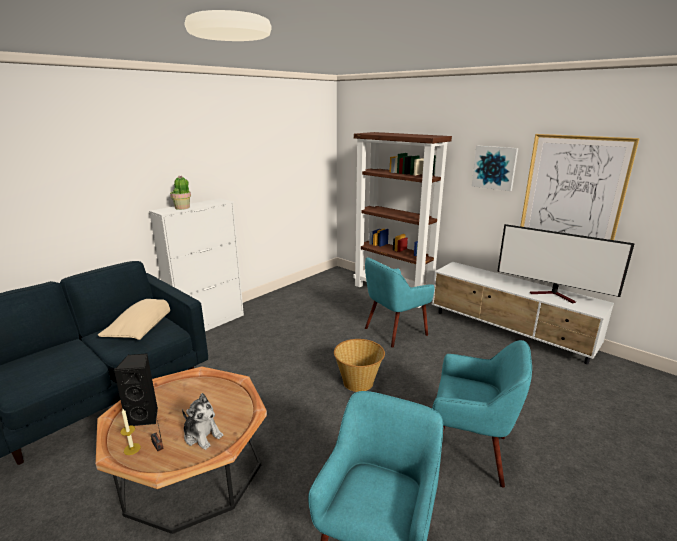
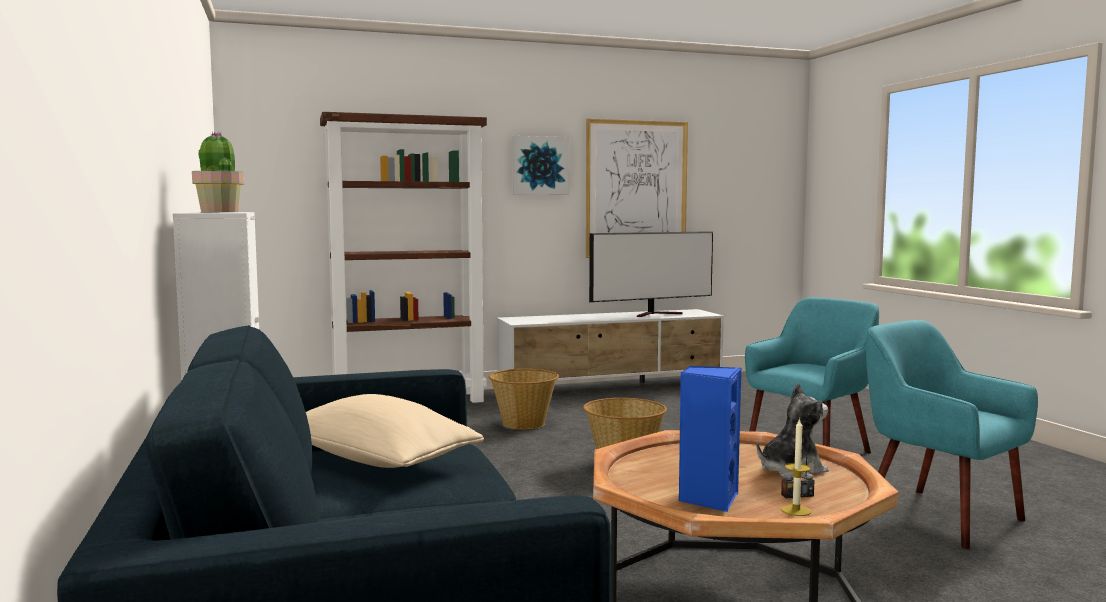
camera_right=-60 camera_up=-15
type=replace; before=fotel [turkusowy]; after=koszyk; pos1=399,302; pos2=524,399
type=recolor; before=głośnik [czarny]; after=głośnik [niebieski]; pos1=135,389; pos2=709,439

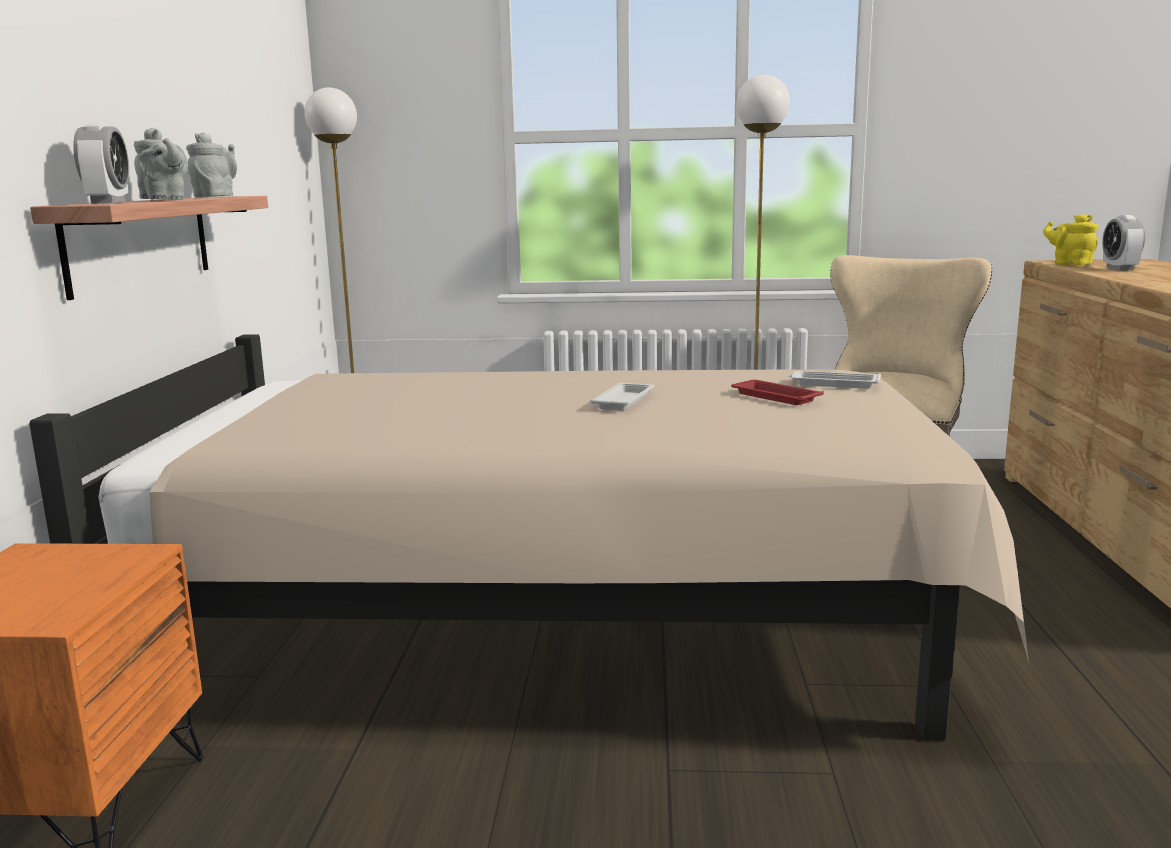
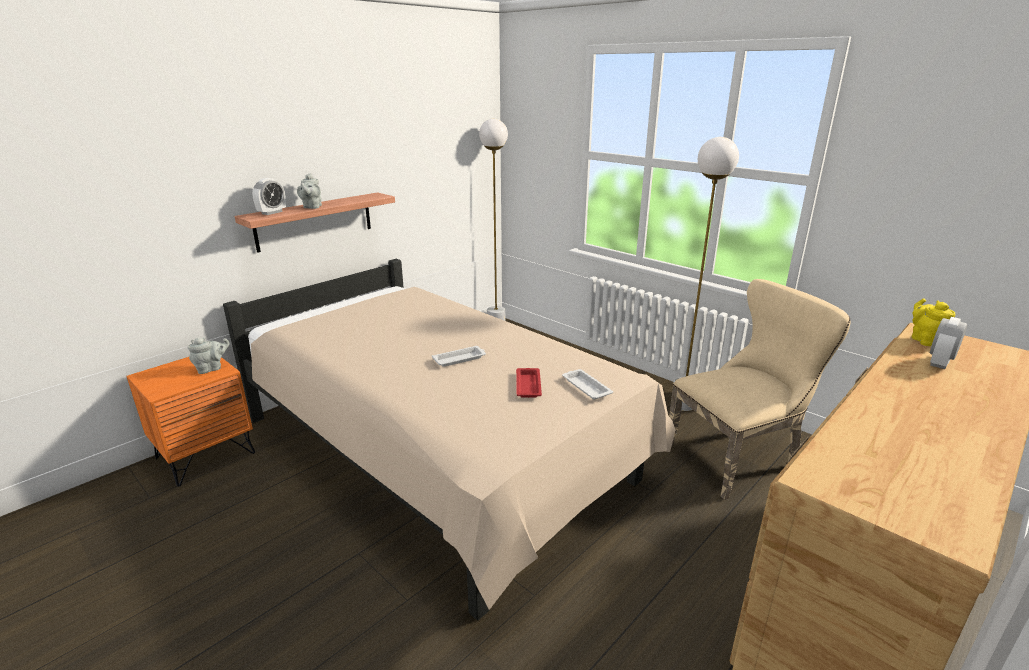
camera_right=40 camera_up=10
type=move; before=imbryk [szary]; pos1=211,164; pos2=209,355

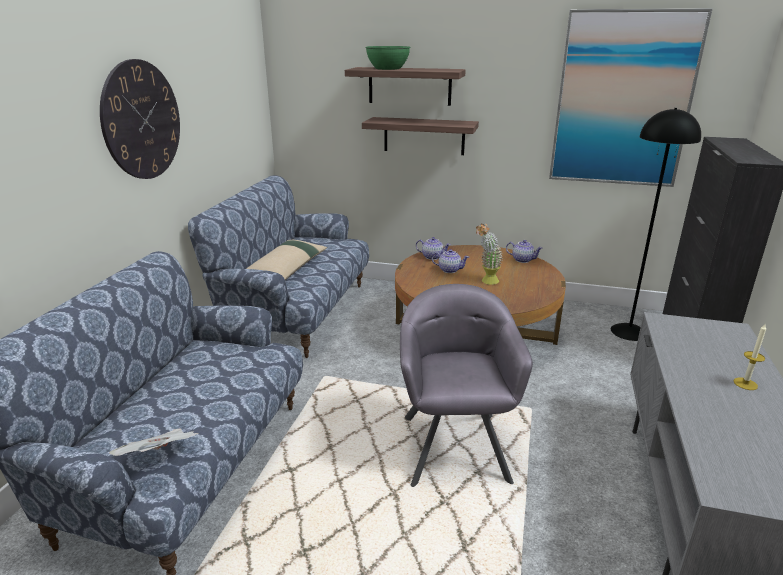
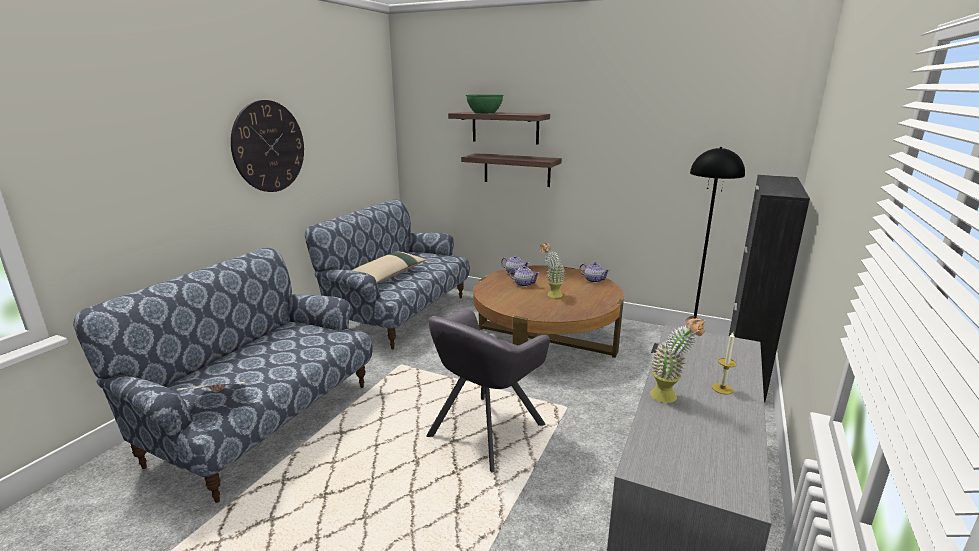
camera_right=10 camera_up=-5
type=rotate; before=fotel [szary]; pos1=466,385; pos2=488,390; turn=-150
type=insert; after=roślina doniczkowa; pos2=677,359
type=delete; before=obraz; pos1=630,98

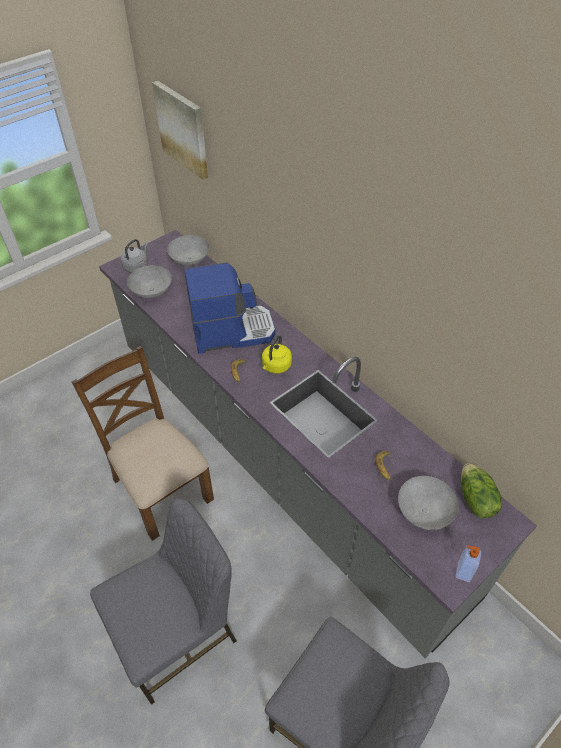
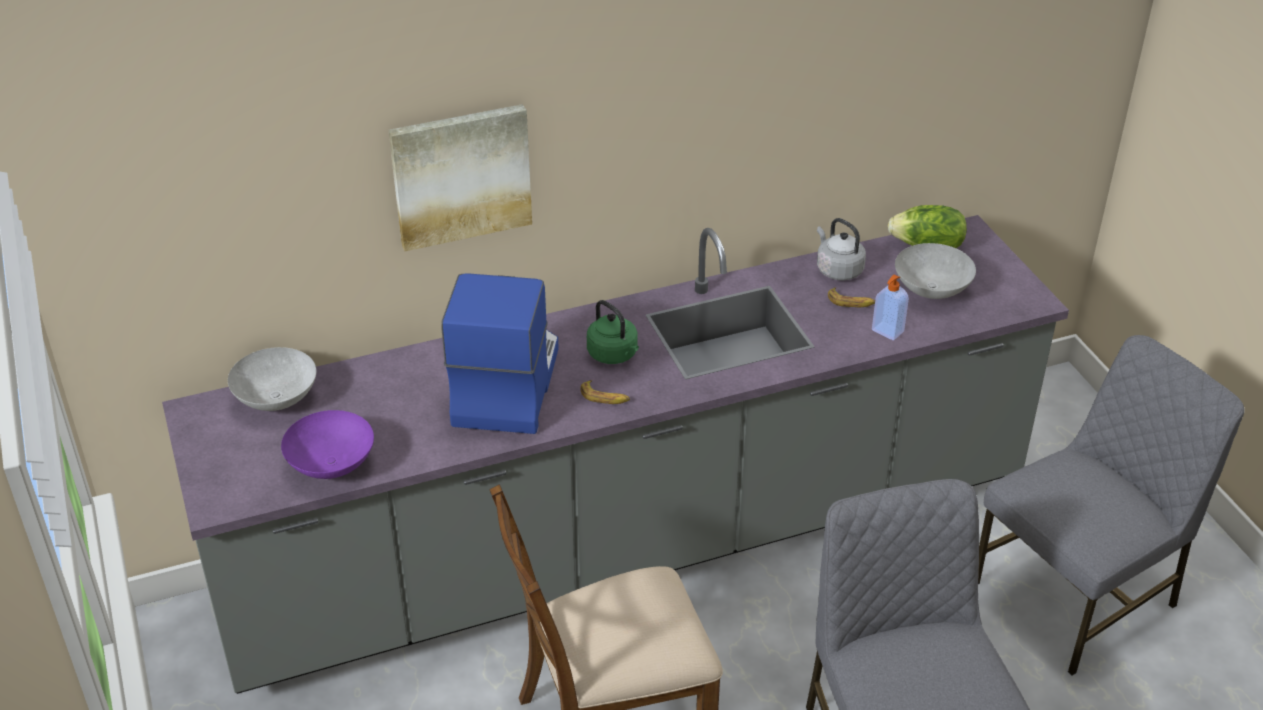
camera_right=-70 camera_up=-10
type=recolor; before=miska [szary]; after=miska [fioletowy]; pos1=149,281; pos2=327,444
type=move; before=obraz; pos1=180,130; pos2=460,177
type=recolor; before=czajnik [żółty]; after=czajnik [zielony]; pos1=277,354; pos2=613,332
type=move; before=czajnik [szary]; pos1=134,255; pos2=841,249
type=move; before=dozownik mydła; pos1=468,564; pos2=890,307

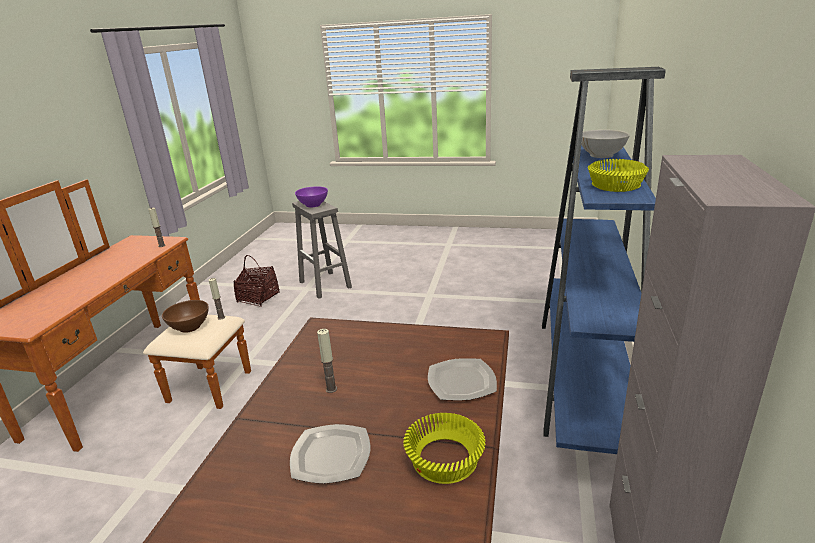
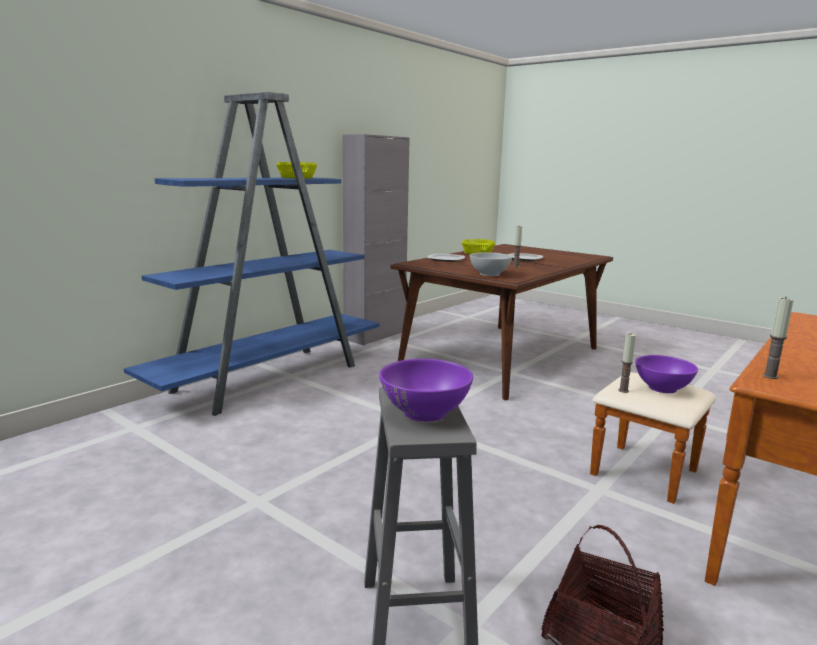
camera_right=-155 camera_up=-10
type=move; before=miska [biały]; pos1=605,143; pos2=491,264
type=recolor; before=miska [brązowy]; after=miska [fioletowy]; pos1=185,316; pos2=666,374

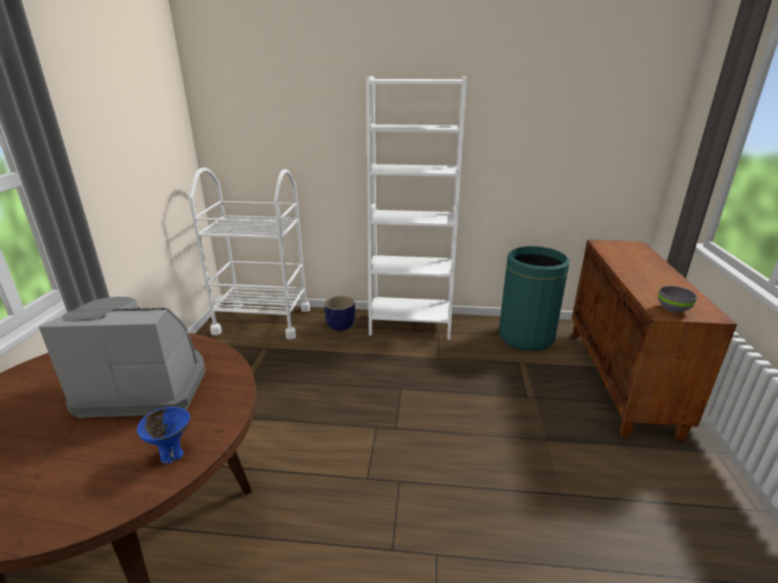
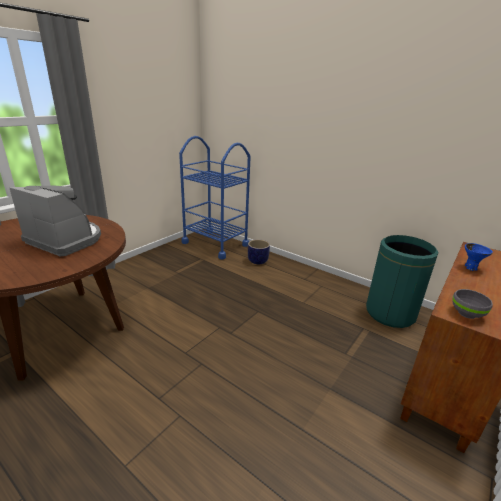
camera_right=30 camera_up=0
type=recolor; before=wózek [biały]; after=wózek [niebieski]; pos1=249,253; pos2=215,198
type=move; before=miska [niebieski]; pos1=163,435; pos2=479,257
type=delete; before=regał [biały]; pos1=416,208

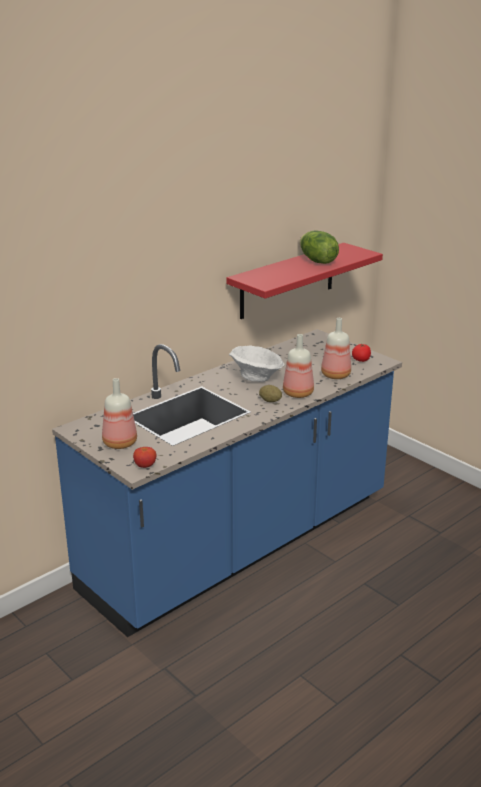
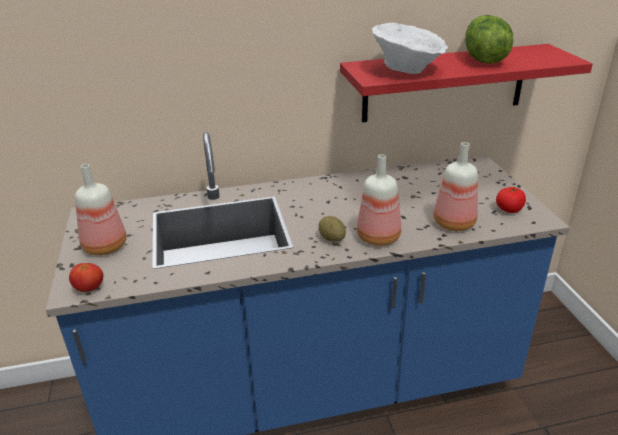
camera_right=30 camera_up=5
type=move; before=miska [biały]; pos1=257,364; pos2=410,48

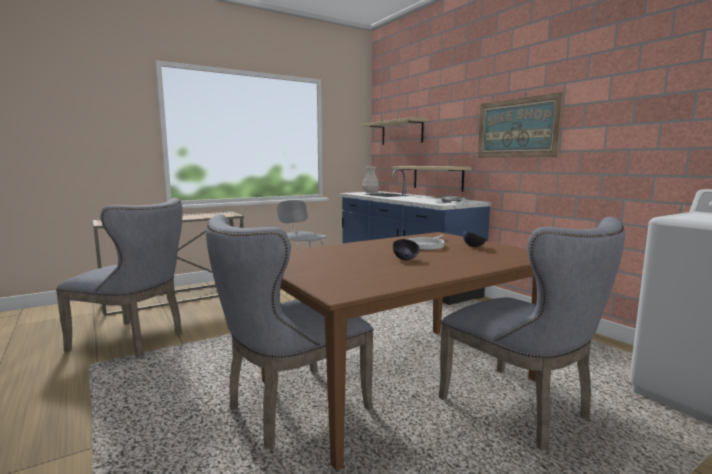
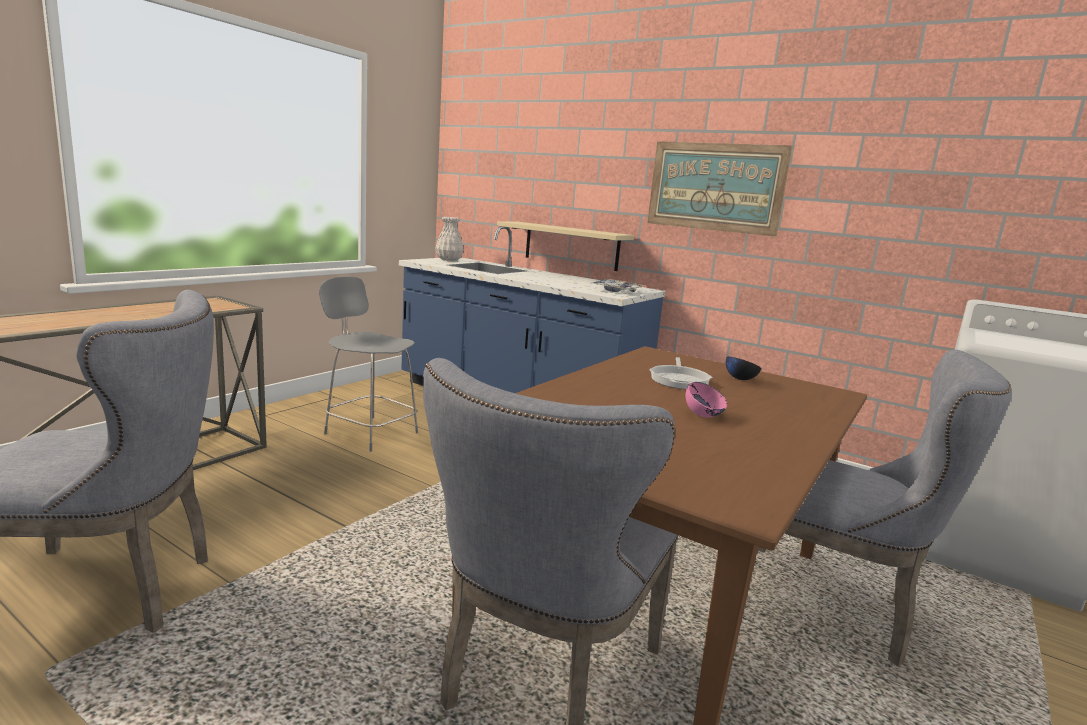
camera_right=-25 camera_up=5
type=recolor; before=miska [czarny]; after=miska [różowy]; pos1=406,249; pos2=706,399
type=delete; before=półka [beżowy]; pos1=395,131

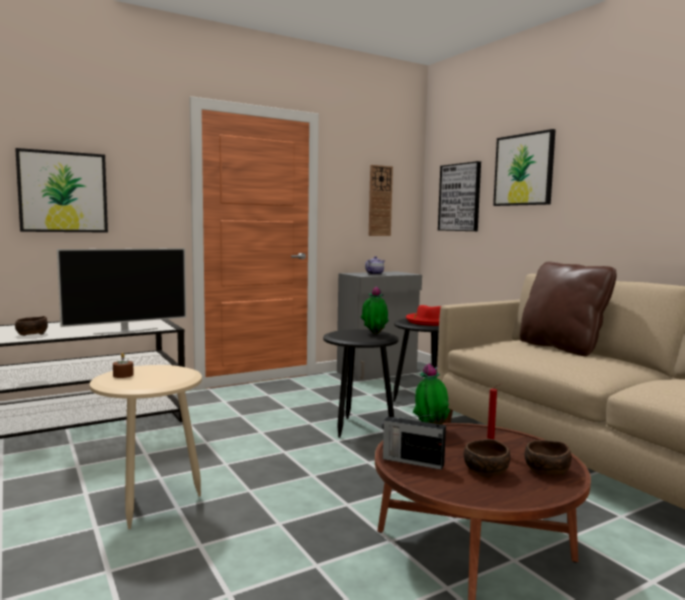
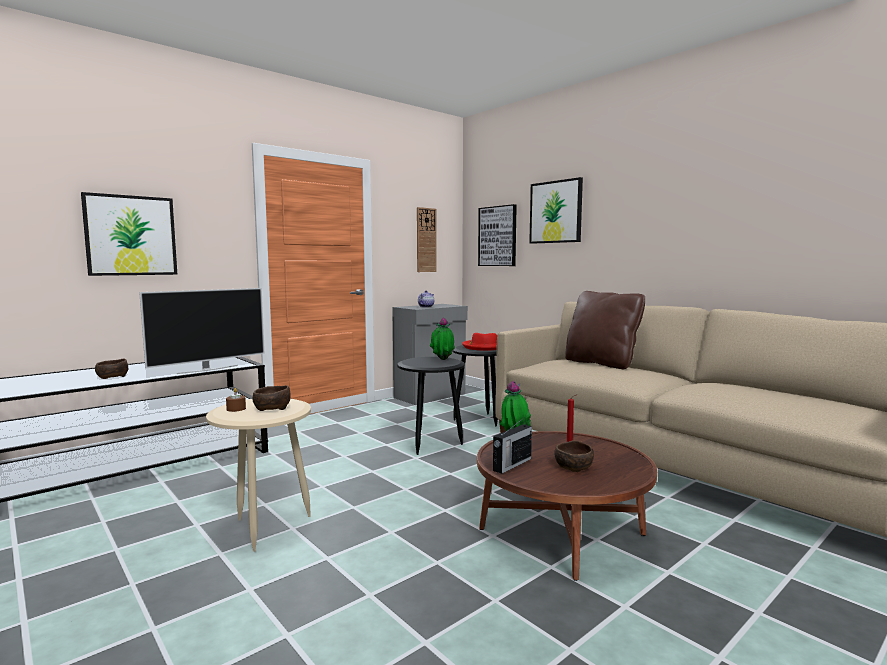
camera_right=-10 camera_up=0
type=move; before=miska [brązowy]; pos1=548,457; pos2=271,398
type=rotate; before=radio; pos1=414,442; pos2=512,447; turn=-60

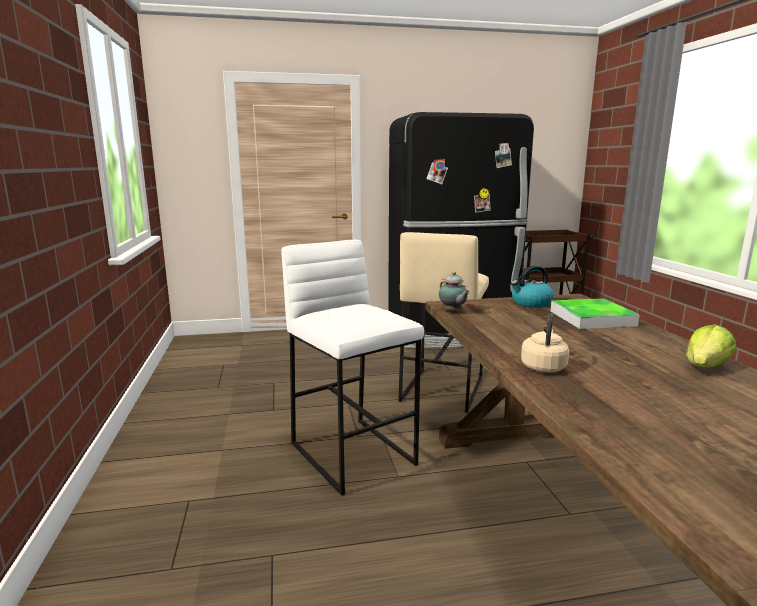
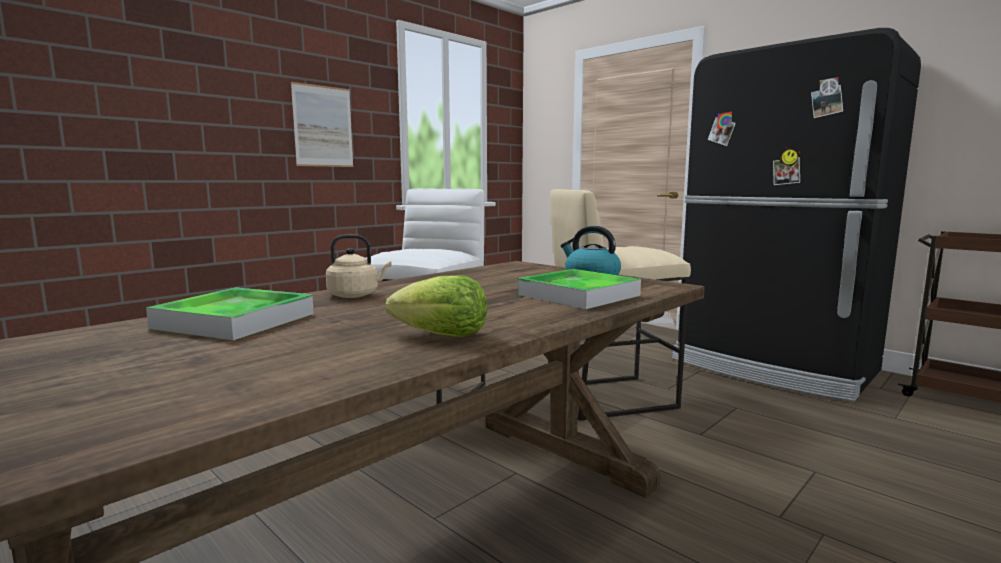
camera_right=55 camera_up=-5
type=insert; after=taca; pos2=230,313
type=insert; after=obraz; pos2=322,124
type=delete; before=imbryk; pos1=454,292

